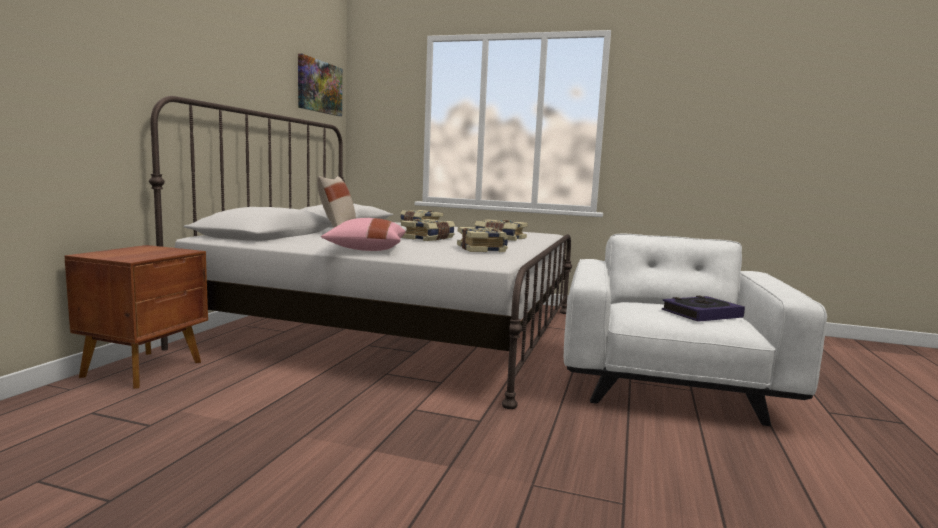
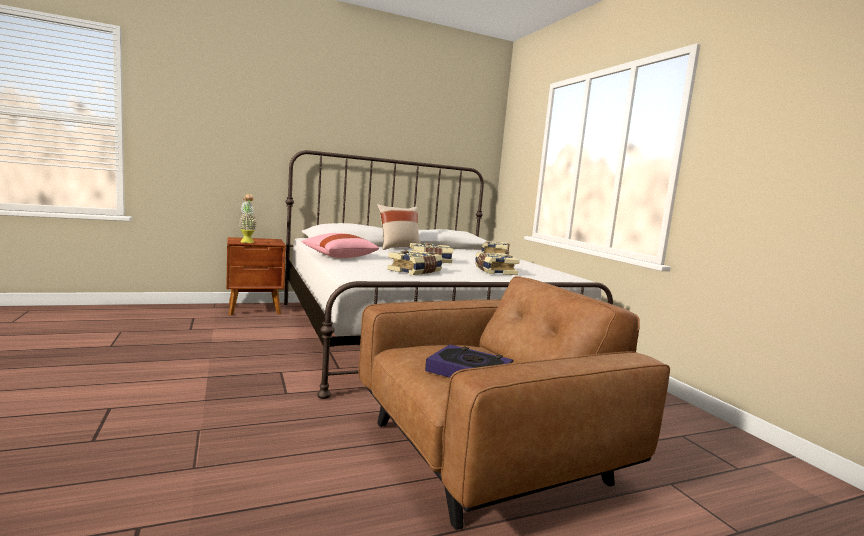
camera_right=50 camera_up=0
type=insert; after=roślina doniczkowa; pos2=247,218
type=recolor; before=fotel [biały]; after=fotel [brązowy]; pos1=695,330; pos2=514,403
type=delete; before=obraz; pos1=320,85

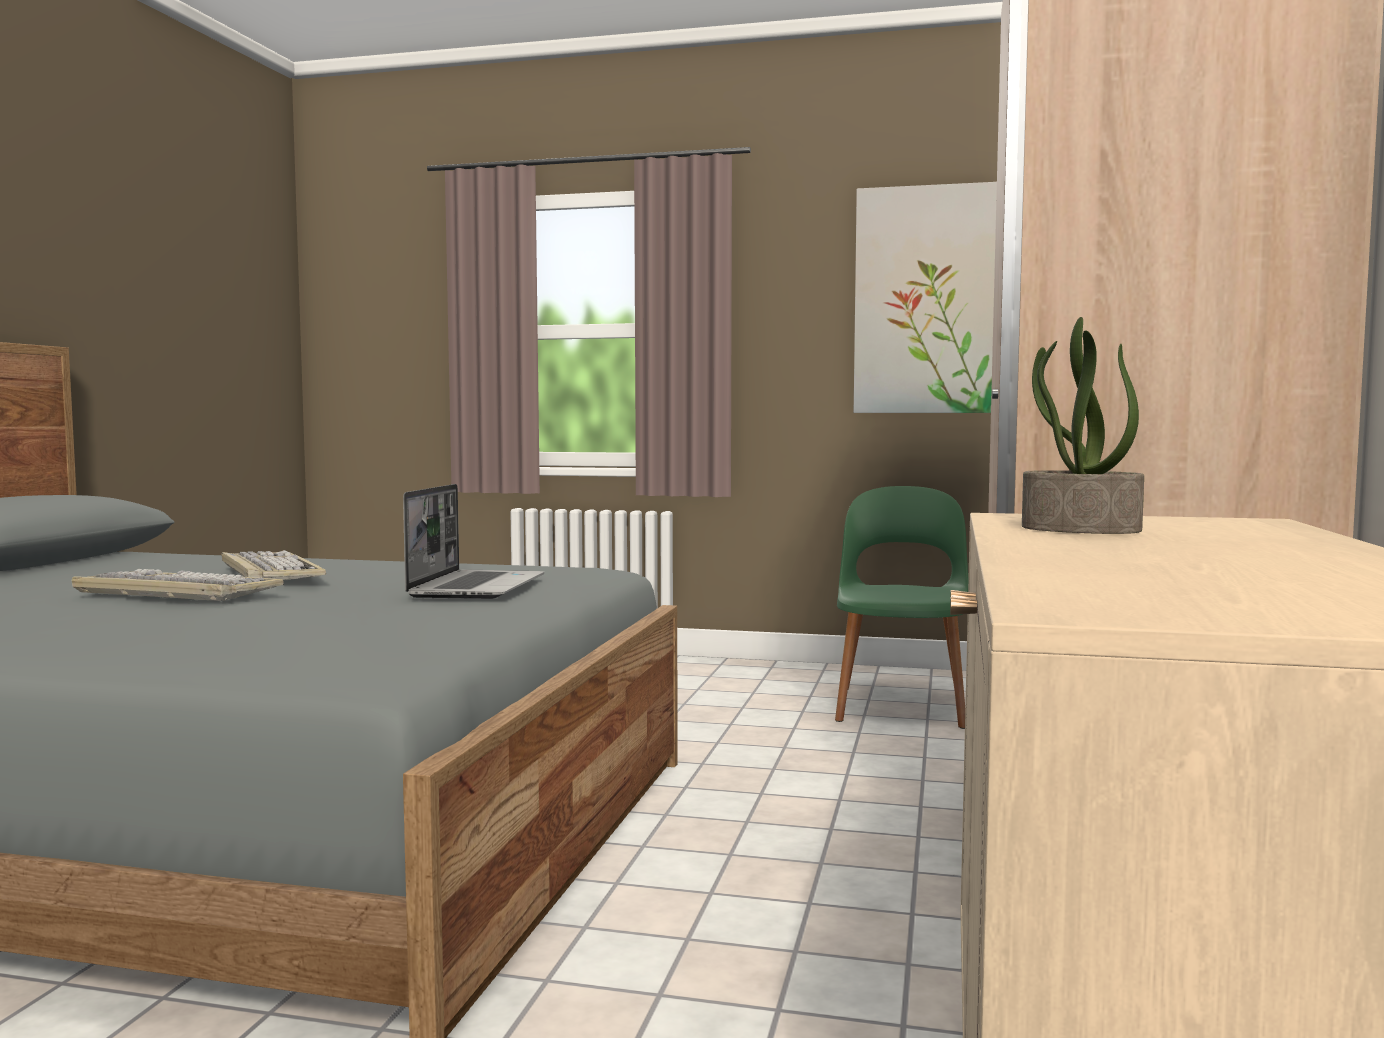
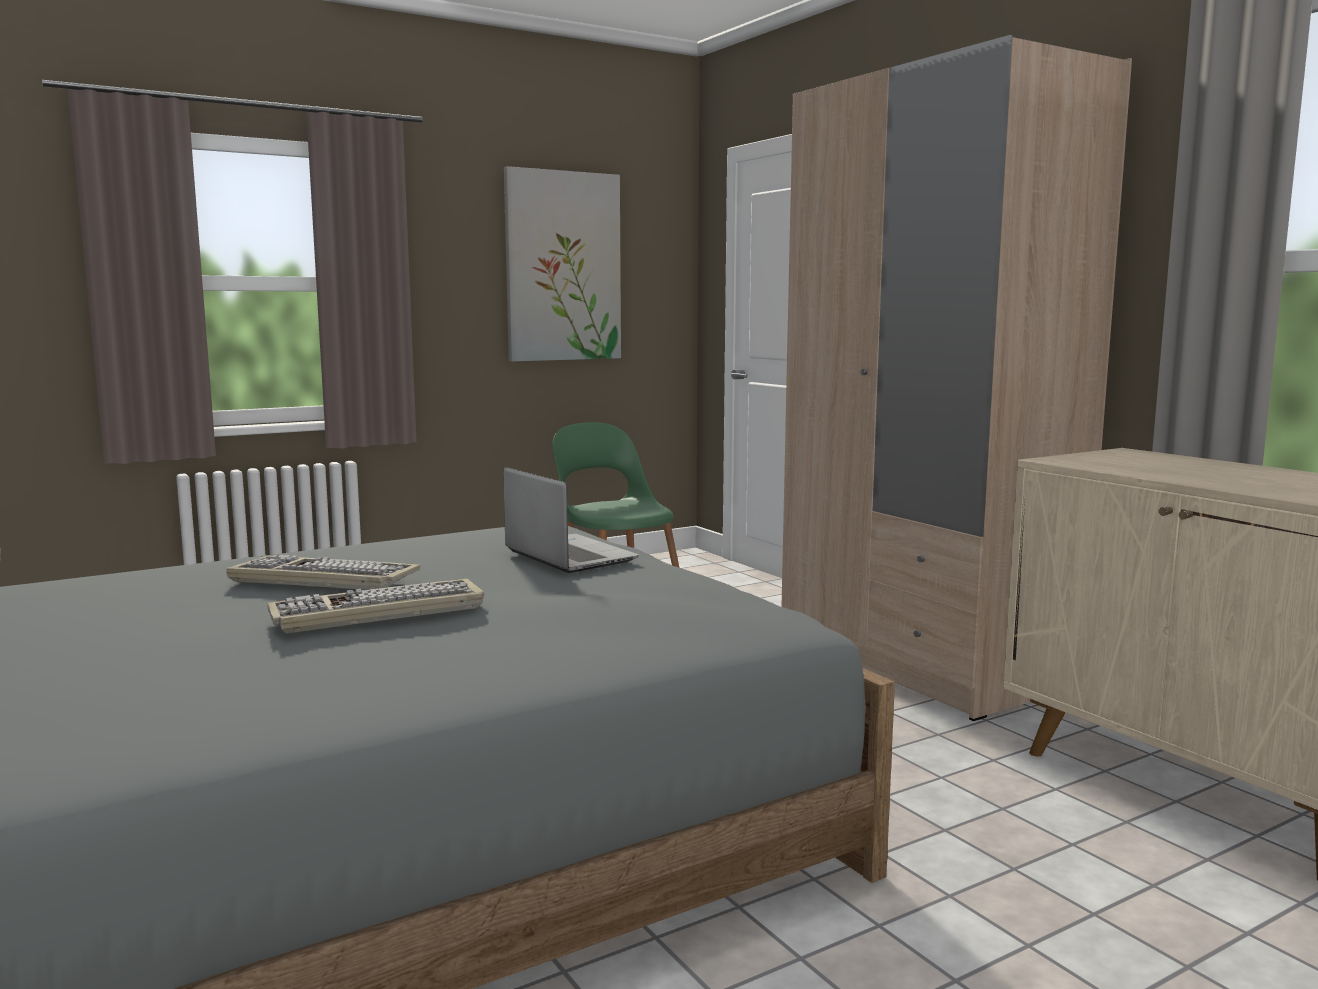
camera_right=-45 camera_up=5
type=delete; before=roślina doniczkowa; pos1=1083,425

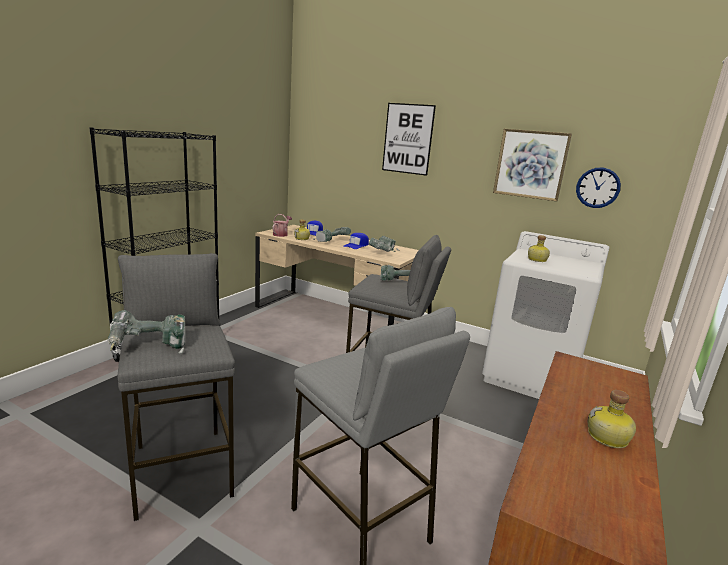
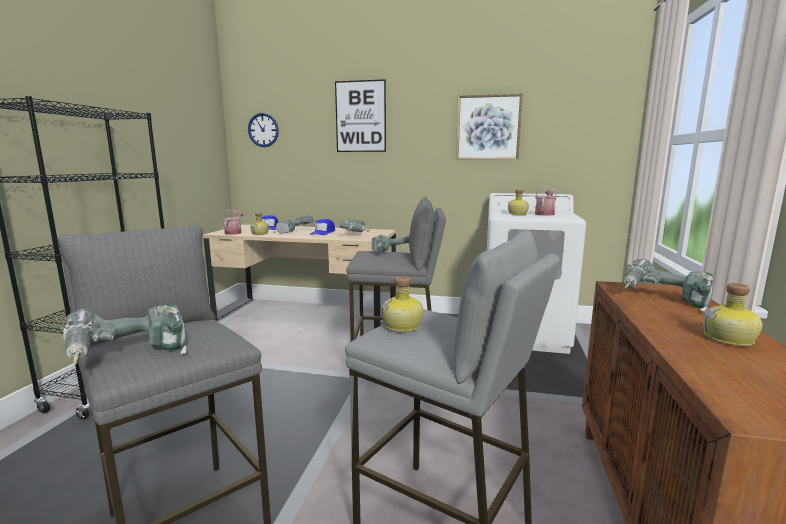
camera_right=-15 camera_up=-5
type=move; before=zegar ścienny; pos1=598,187; pos2=263,130
type=insert; after=butelka; pos2=402,304
type=insert; after=konewka; pos2=546,201
type=insert; after=wiertarka; pos2=669,285

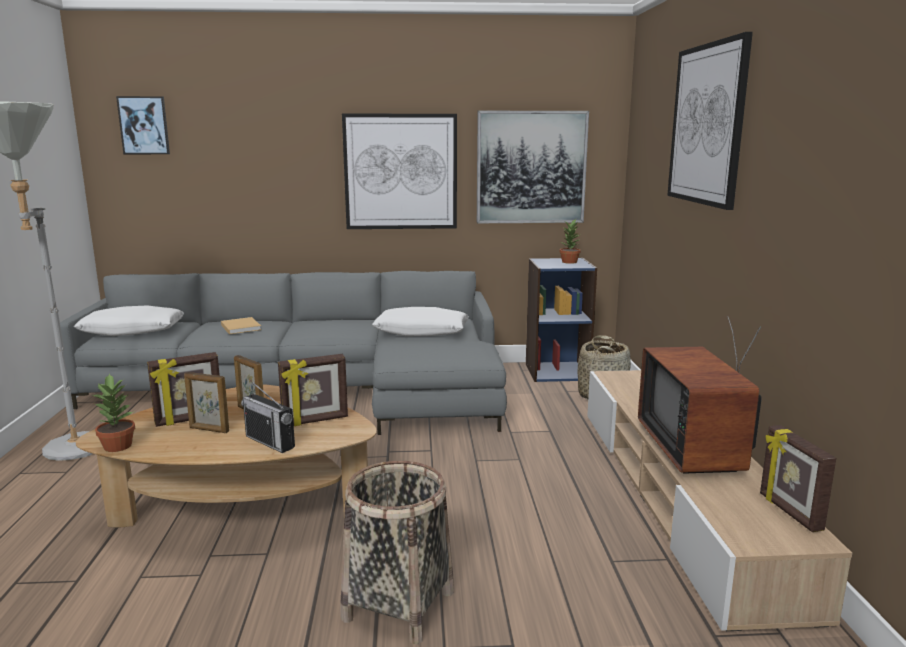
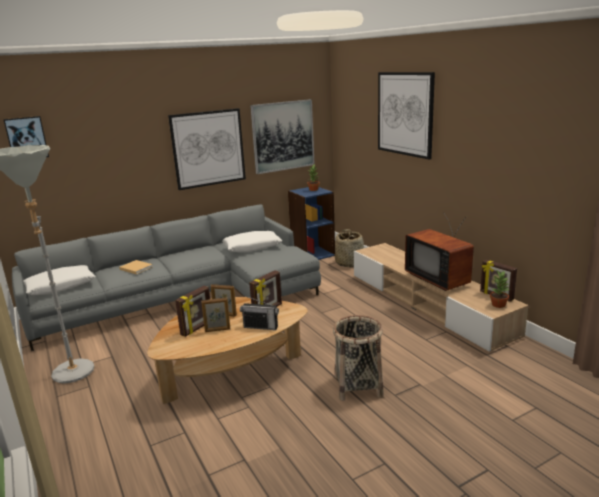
camera_right=-25 camera_up=5
type=move; before=roślina doniczkowa; pos1=114,412; pos2=500,289

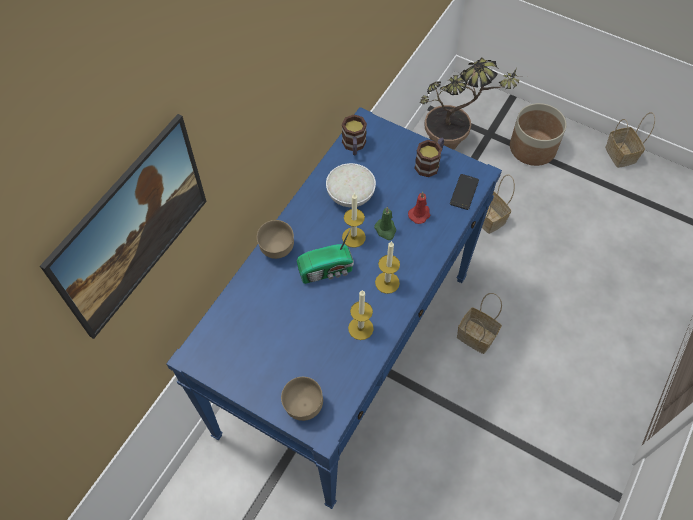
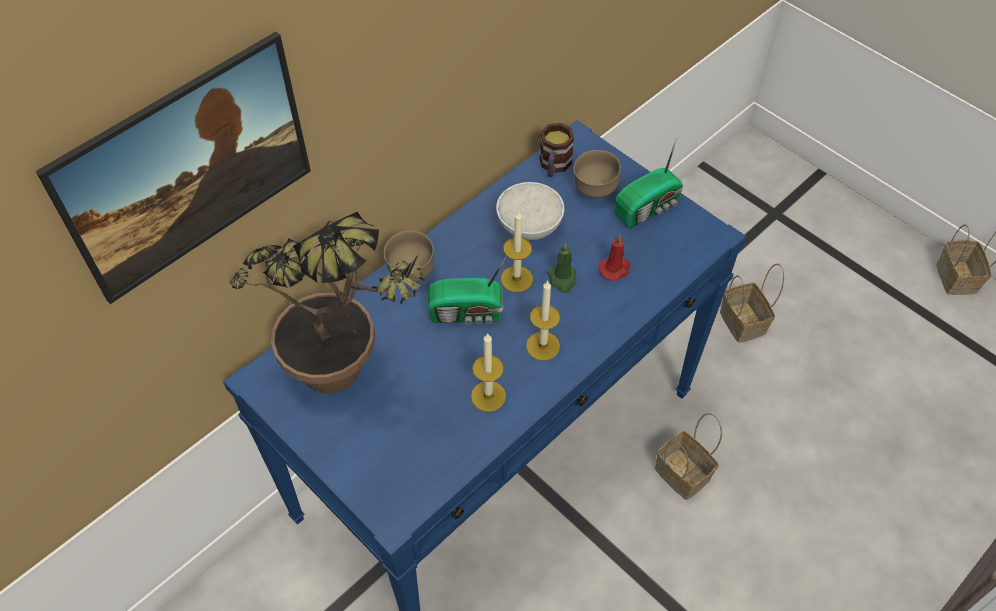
camera_right=15 camera_up=-5
type=move; before=roślina doniczkowa; pos1=472,103; pos2=328,303
type=move; before=miska [brązowy]; pos1=302,399; pos2=597,174
type=replace; before=kubek; after=radio; pos1=429,157; pos2=648,182
type=delete; before=telefon; pos1=464,192
type=delete; before=donica; pos1=538,134

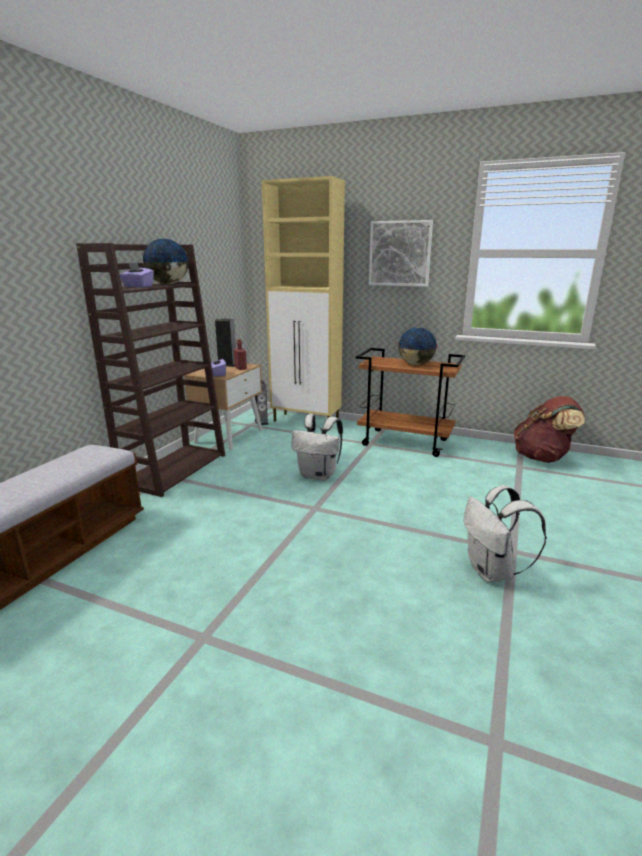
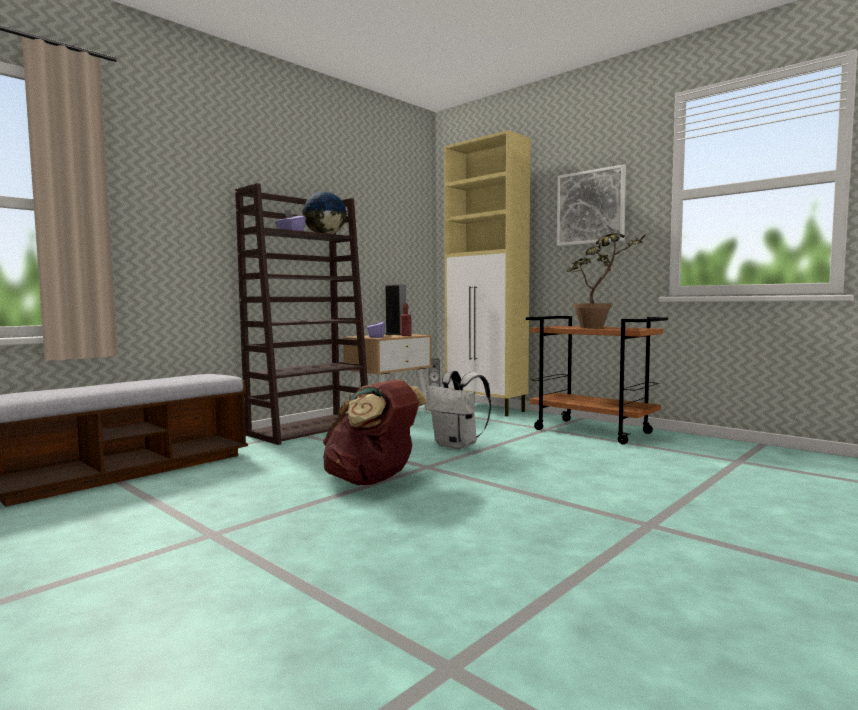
camera_right=20 camera_up=-15
type=move; before=plecak [brązowy]; pos1=549,429; pos2=375,432
type=replace; before=globus; after=roślina doniczkowa; pos1=417,346; pos2=607,280
type=delete; before=plecak [biały]; pos1=505,533

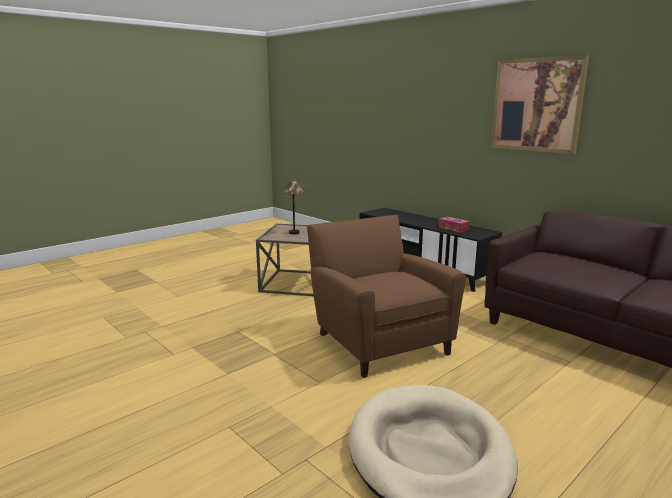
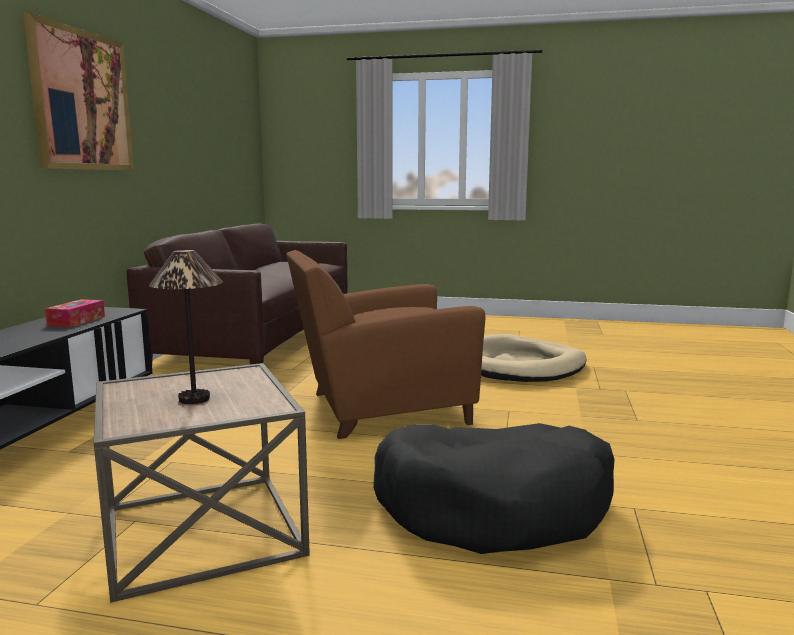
camera_right=-125 camera_up=-5
type=rotate; before=fotel [brązowy]; pos1=386,296; pos2=385,344; turn=45
type=insert; after=legowisko [czarny]; pos2=494,488

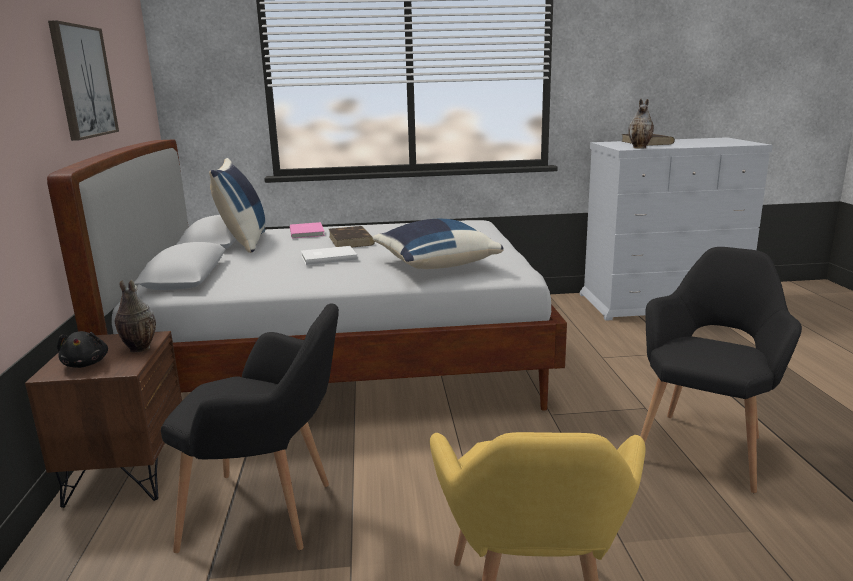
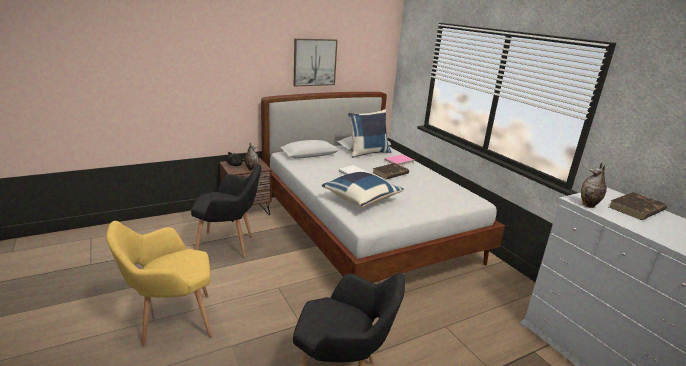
camera_right=65 camera_up=5
type=rotate; before=fotel [czarny]; pos1=250,428; pos2=226,210; turn=-75

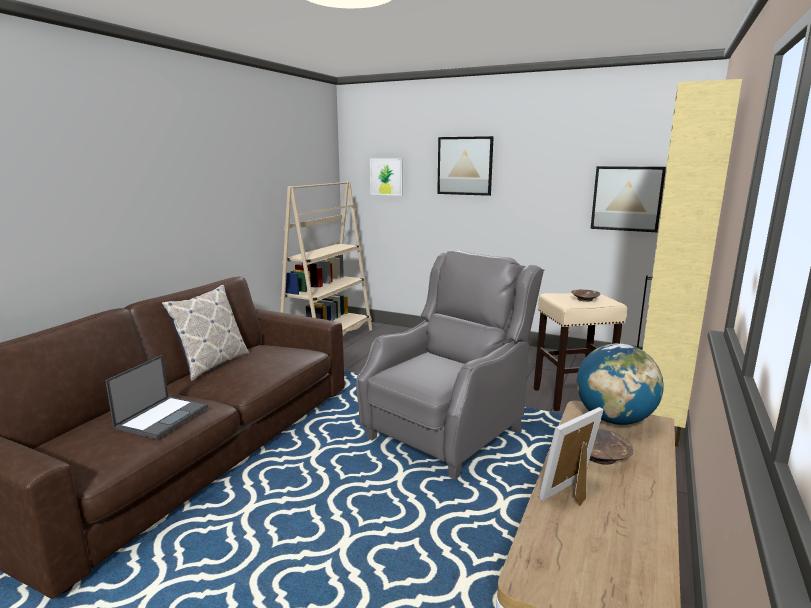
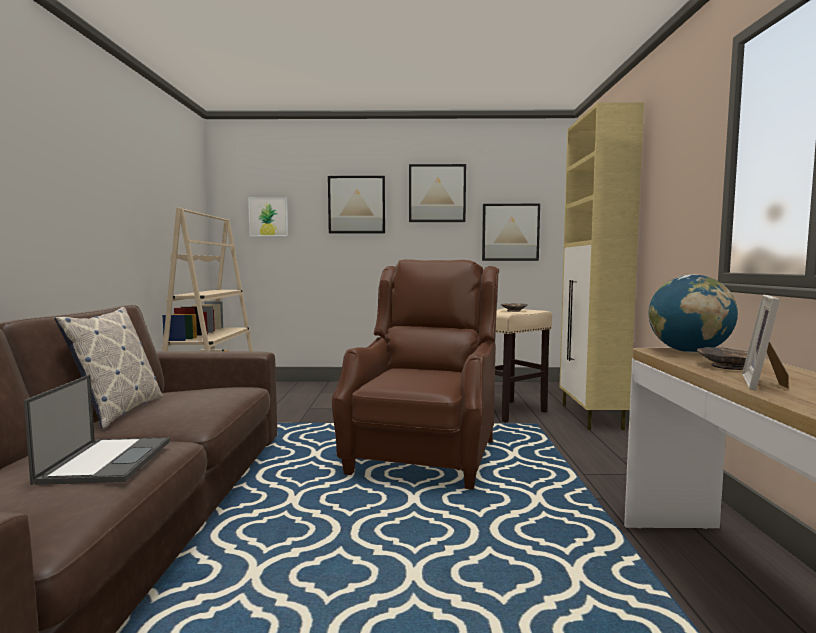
camera_right=-25 camera_up=-10
type=recolor; before=fotel [szary]; after=fotel [brązowy]; pos1=450,365; pos2=415,374
type=insert; after=obraz; pos2=437,193

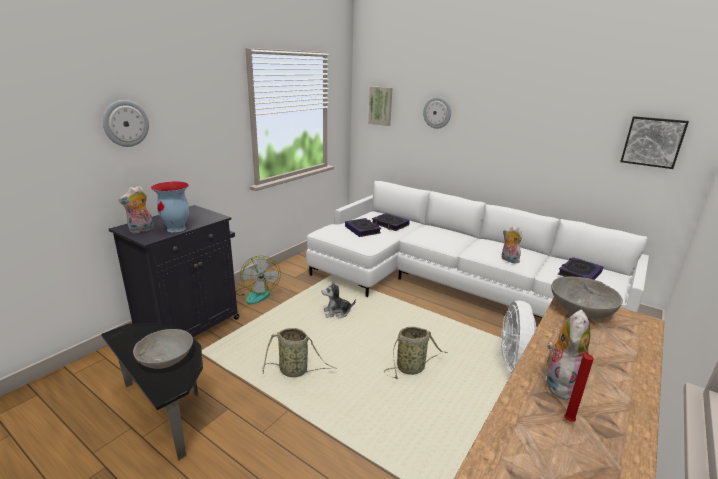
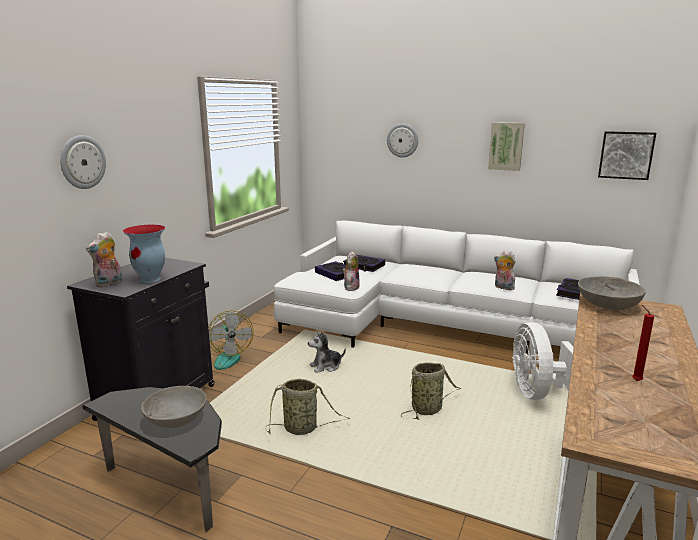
camera_right=-10 camera_up=-5
type=move; before=pluszak; pos1=568,354; pos2=351,271
type=move; before=obraz; pos1=380,106; pos2=506,146

